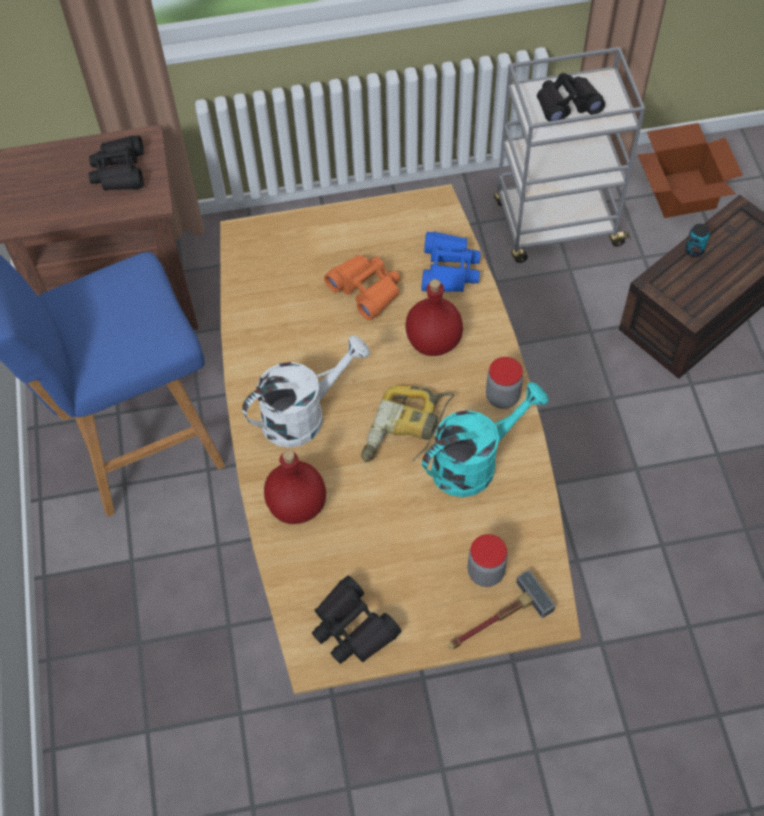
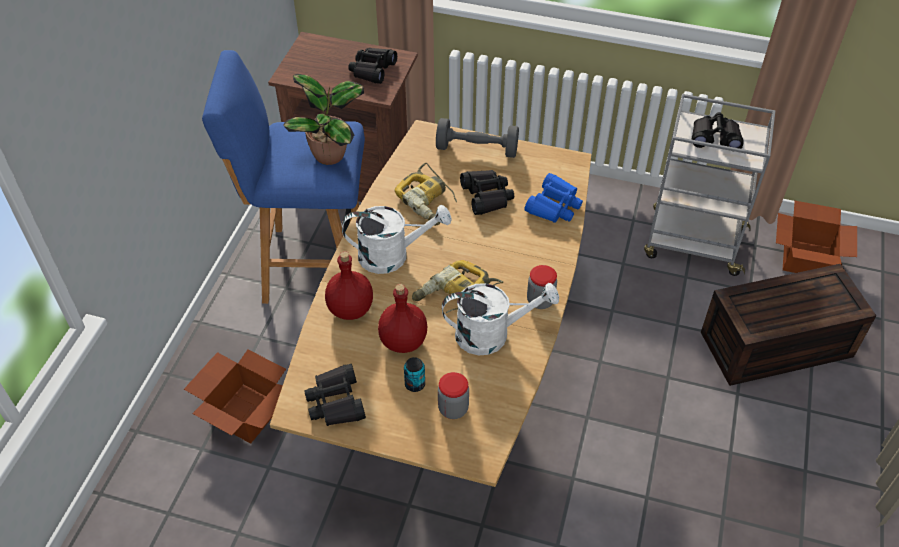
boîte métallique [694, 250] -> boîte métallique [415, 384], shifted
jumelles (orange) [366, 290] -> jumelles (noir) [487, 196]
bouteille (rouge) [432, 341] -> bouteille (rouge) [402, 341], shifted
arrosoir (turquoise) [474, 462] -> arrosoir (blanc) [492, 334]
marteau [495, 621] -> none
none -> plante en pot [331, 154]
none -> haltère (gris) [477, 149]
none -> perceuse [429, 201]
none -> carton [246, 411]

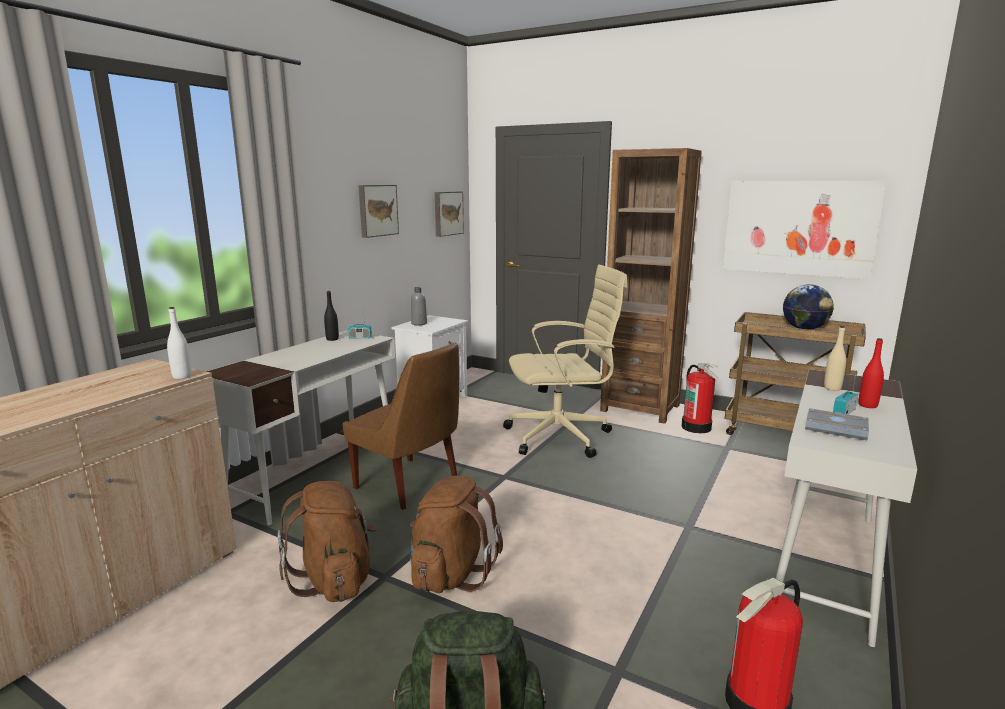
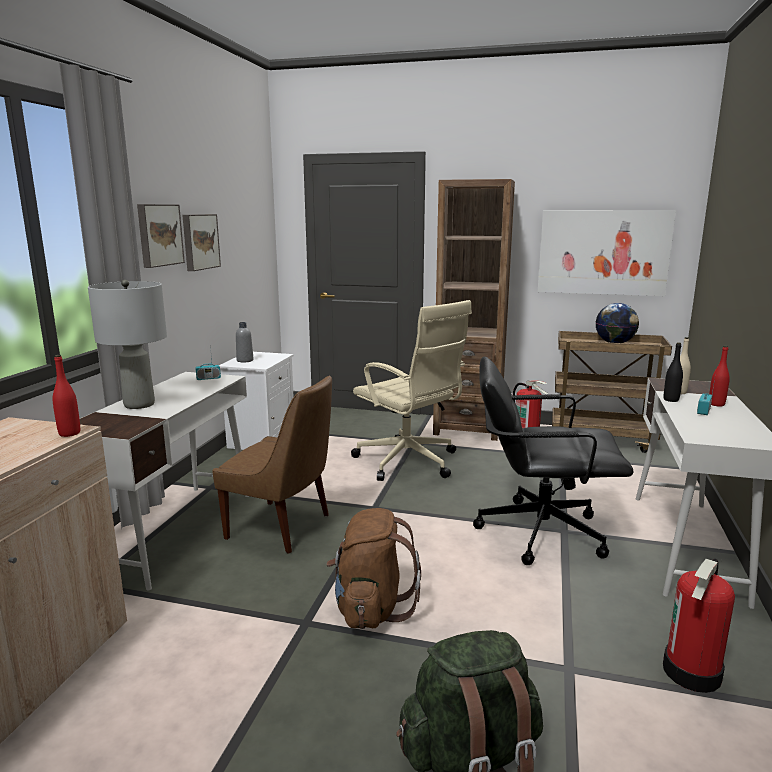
tableau [447, 213] -> tableau [158, 235], shifted
chaise de bureau (beige) [561, 436] -> chaise de bureau (beige) [409, 462], 75 degrees clockwise
bouteille (noir) [332, 339] -> bouteille (noir) [671, 400], shifted
bouteille (blanc) [182, 376] -> bouteille (rouge) [69, 433]
livre (gris) [837, 428] -> none
sac à dos (marron) [334, 580] -> none
none -> lampe de table (gris) [140, 404]
none -> chaise de bureau (noir) [539, 531]

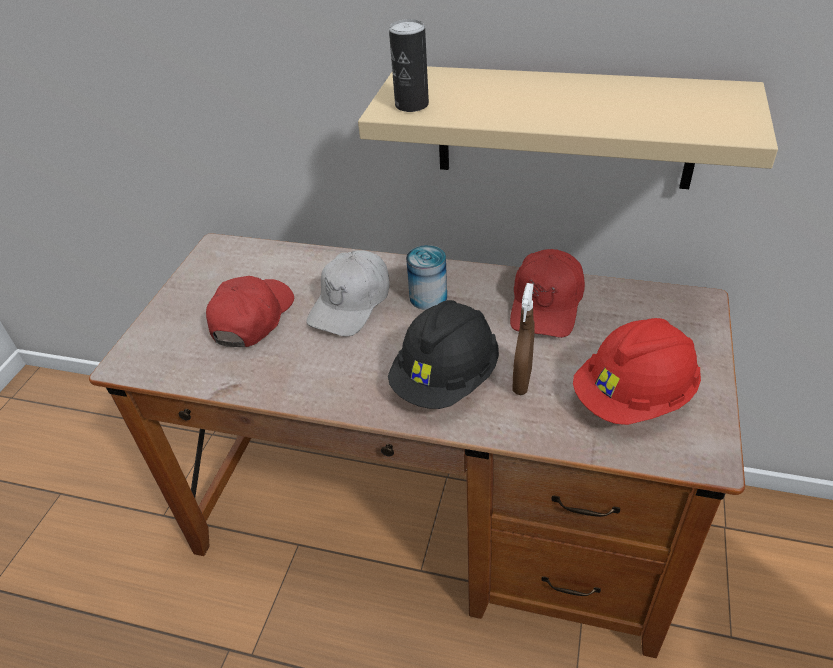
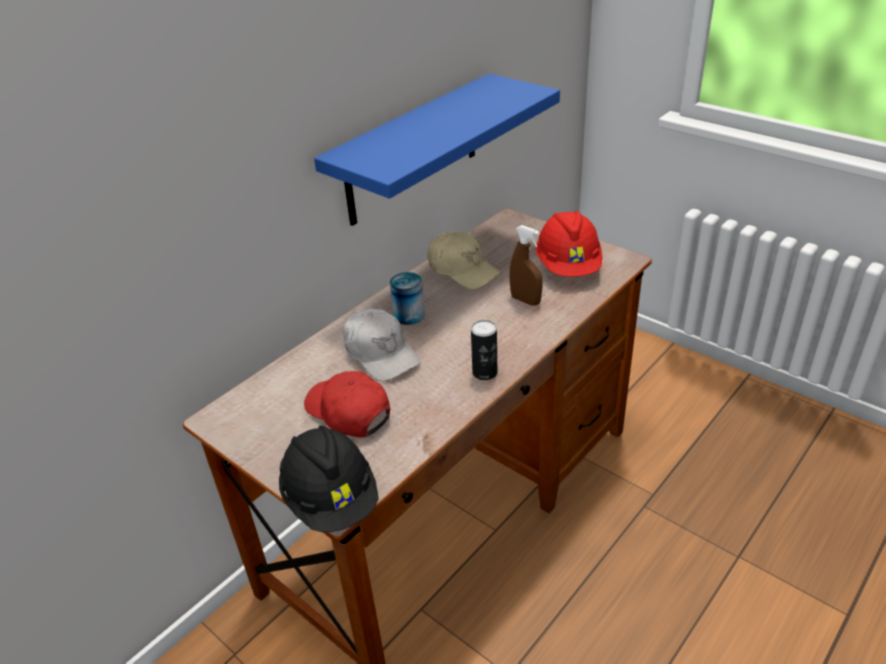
boîte métallique [412, 105] -> boîte métallique [484, 372], shifted
étagère (beige) [564, 127] -> étagère (bleu) [412, 150]
casquette (rouge) [546, 304] -> casquette (beige) [462, 270]
casque de chantier (noir) [446, 379] -> casque de chantier (noir) [331, 499], shifted

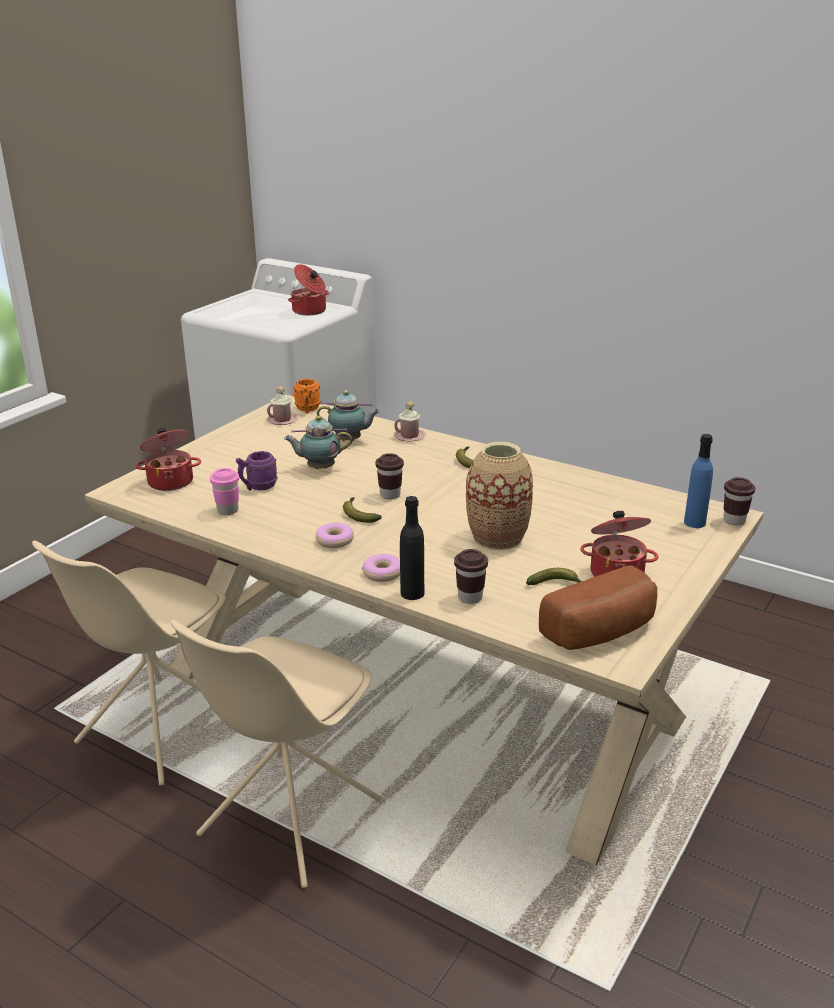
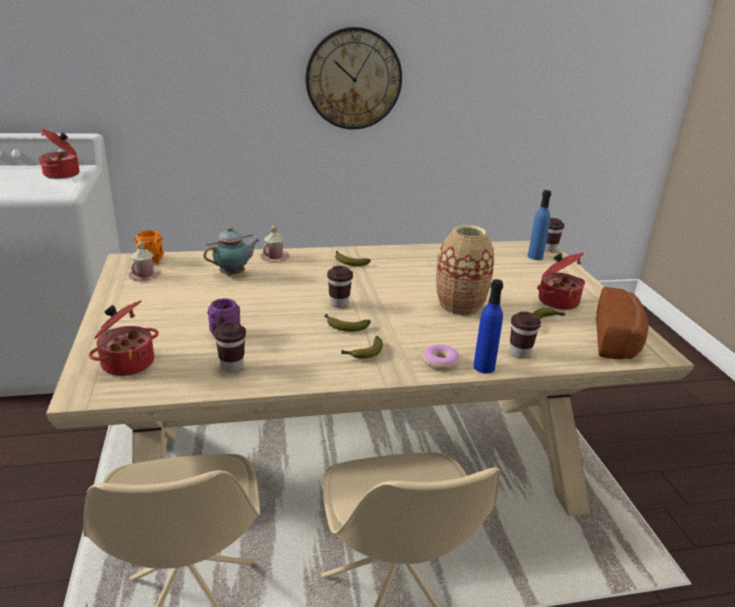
théière [319, 468] -> none
tasse (rose) [228, 510] -> tasse (marron) [232, 366]
bouteille (noir) [412, 593] -> bouteille (bleu) [484, 367]
beignet [334, 541] -> banane [363, 353]
none -> horloge murale [353, 79]

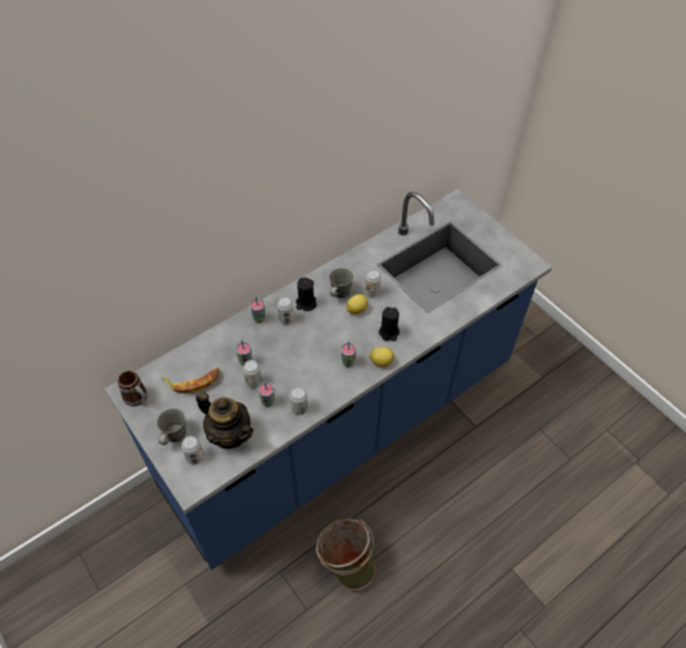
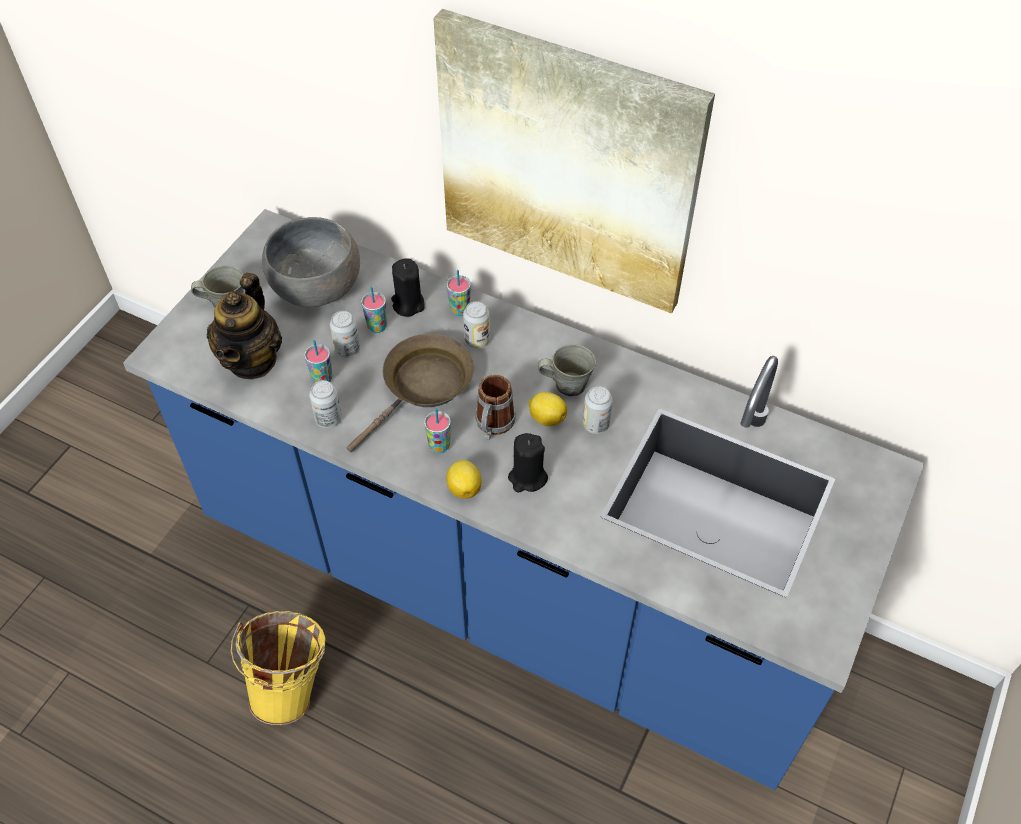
bougie (noir) [306, 303] -> bougie (noir) [408, 304], shifted
banane [193, 381] -> bol (gris) [317, 287]
mug [138, 399] -> mug [493, 426], shifted
boîte métallique [195, 457] -> none
seau (vert) [346, 564] -> seau (jaune) [292, 686]
none -> tableau [567, 165]
none -> poêle (marron) [423, 386]

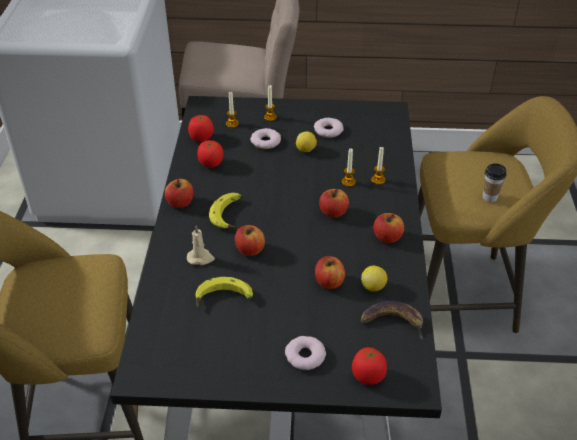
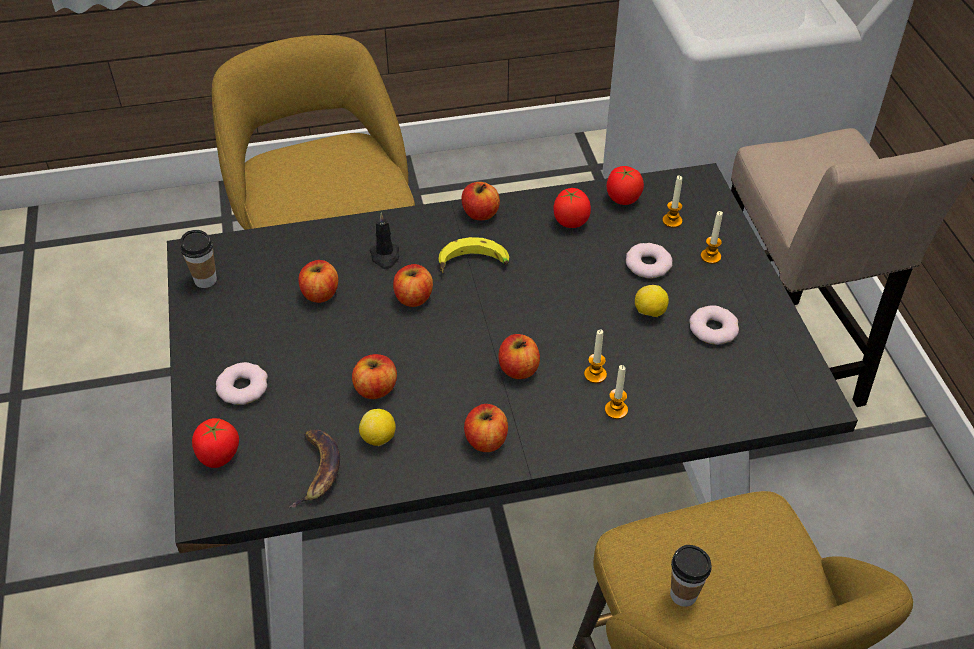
bougie (beige) [201, 258] -> bougie (noir) [385, 257]
banane [224, 299] -> pomme [320, 294]
none -> tasse [205, 280]

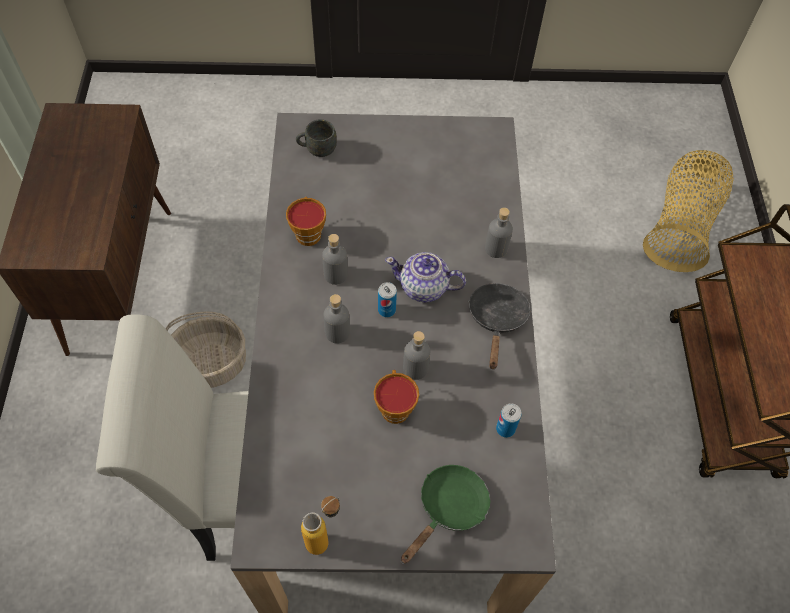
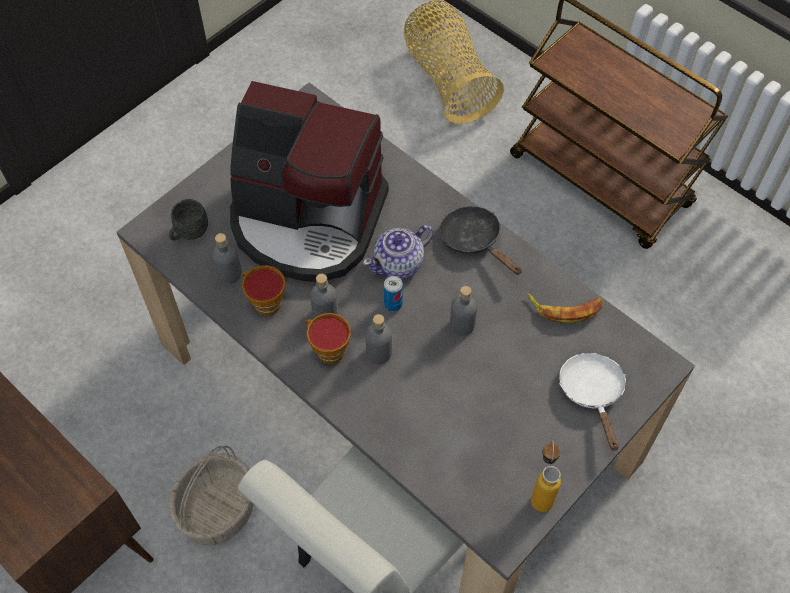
bouteille (gris) [496, 248] -> bouteille (gris) [229, 273], shifted
tasse [394, 407] -> tasse [327, 349], shifted
boîte métallique [505, 429] -> banane [565, 308]
poêle (vert) [449, 508] -> poêle (blanc) [592, 393]
none -> machine à café [307, 220]

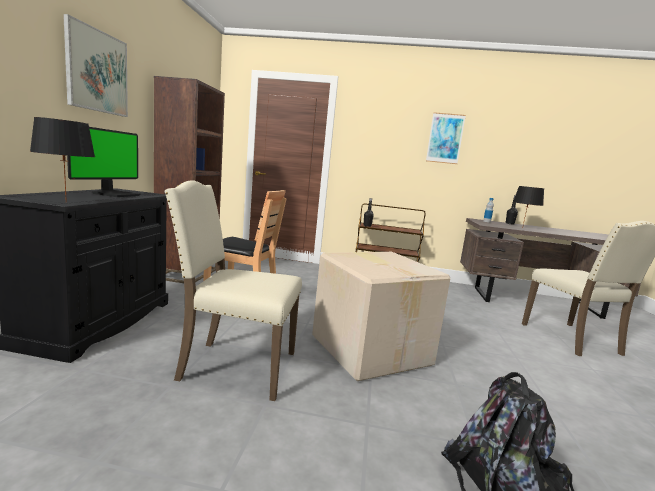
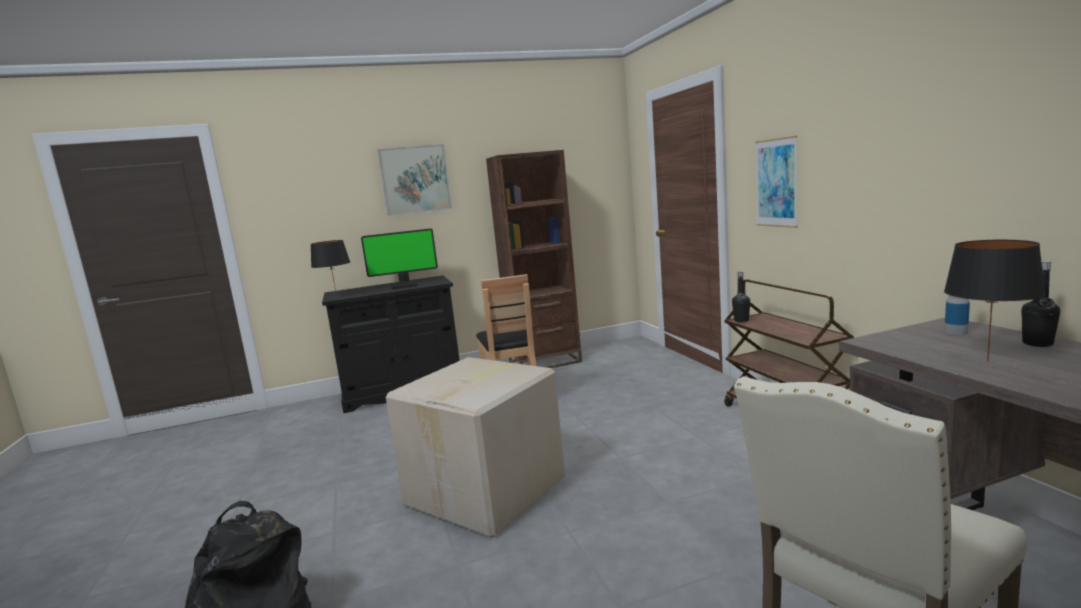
tableau [445, 138] -> tableau [776, 183], shifted
chaise (beige) [235, 366] -> none

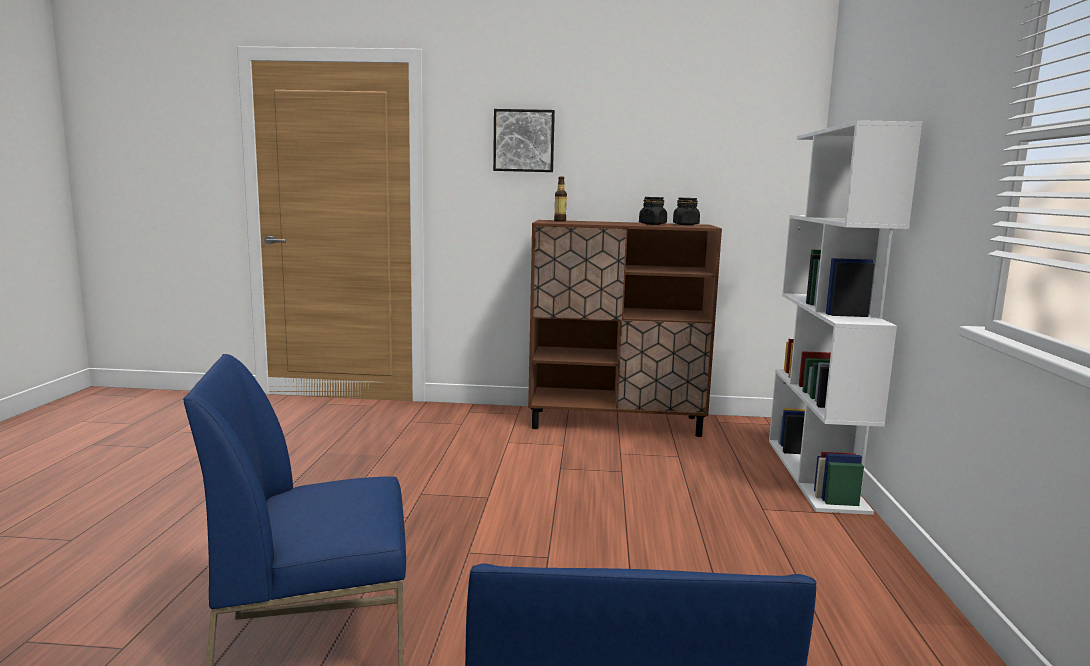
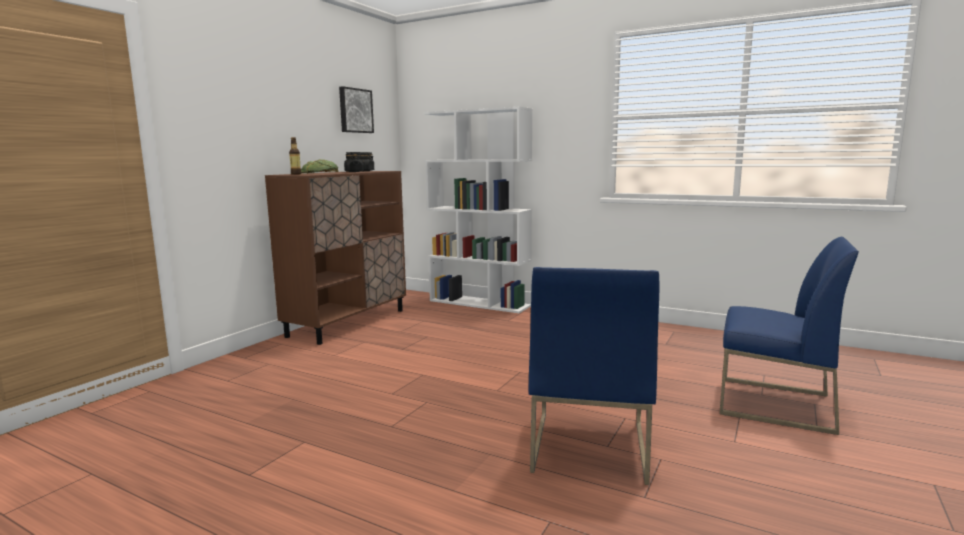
tableau [524, 141] -> tableau [355, 110], shifted
none -> pain [319, 173]

